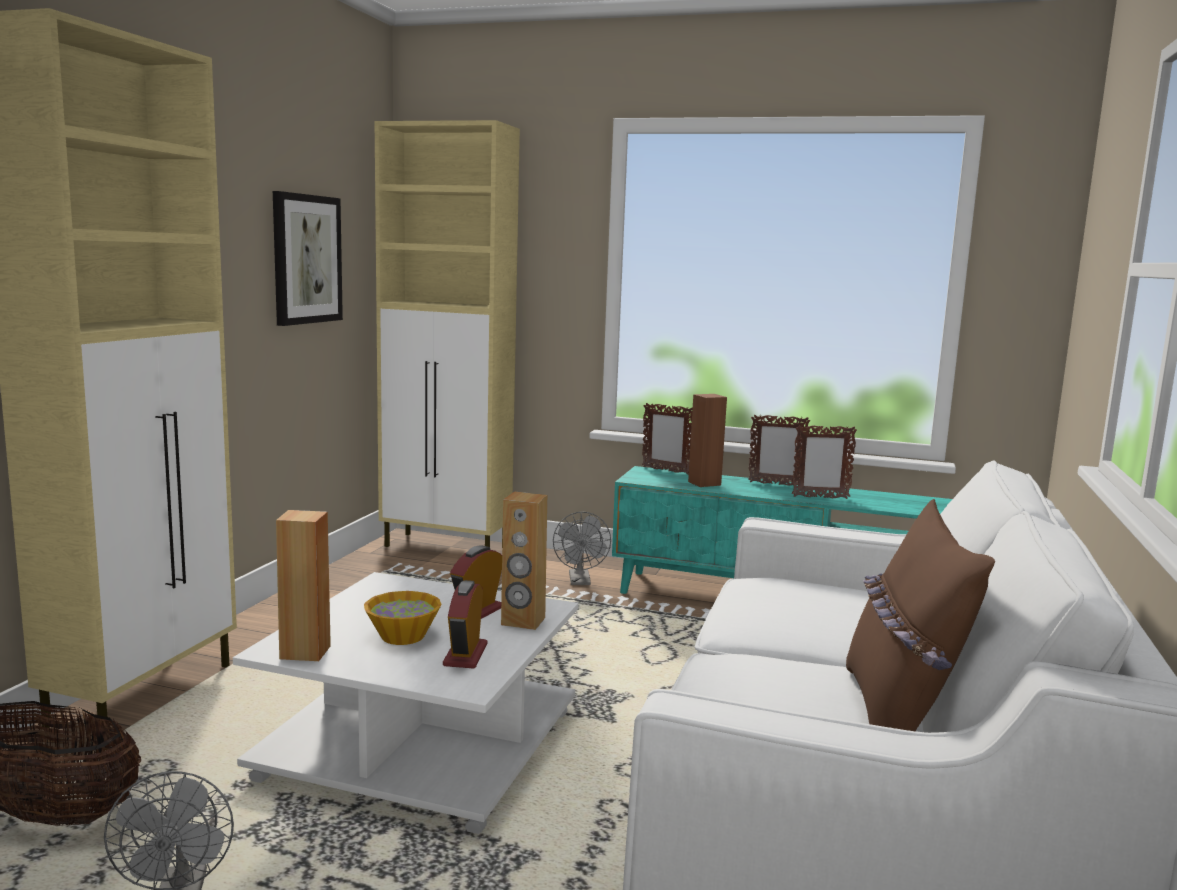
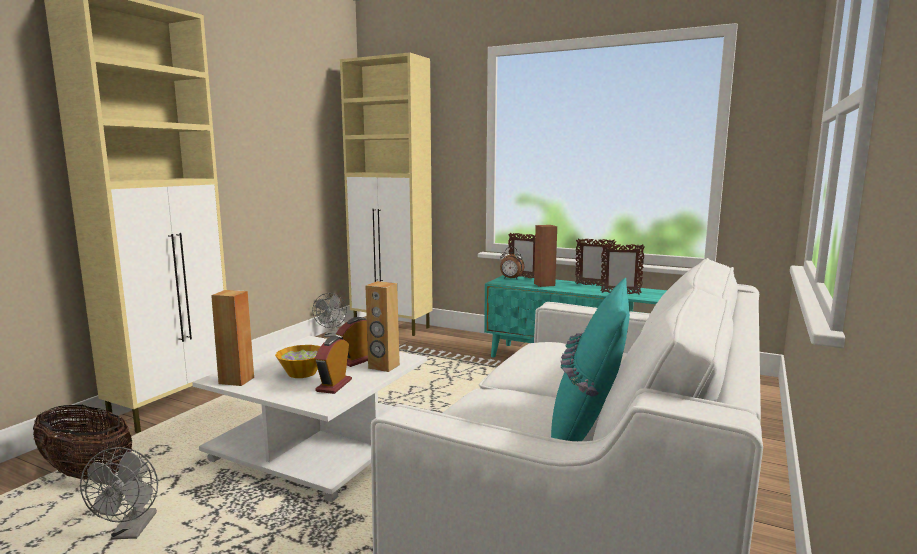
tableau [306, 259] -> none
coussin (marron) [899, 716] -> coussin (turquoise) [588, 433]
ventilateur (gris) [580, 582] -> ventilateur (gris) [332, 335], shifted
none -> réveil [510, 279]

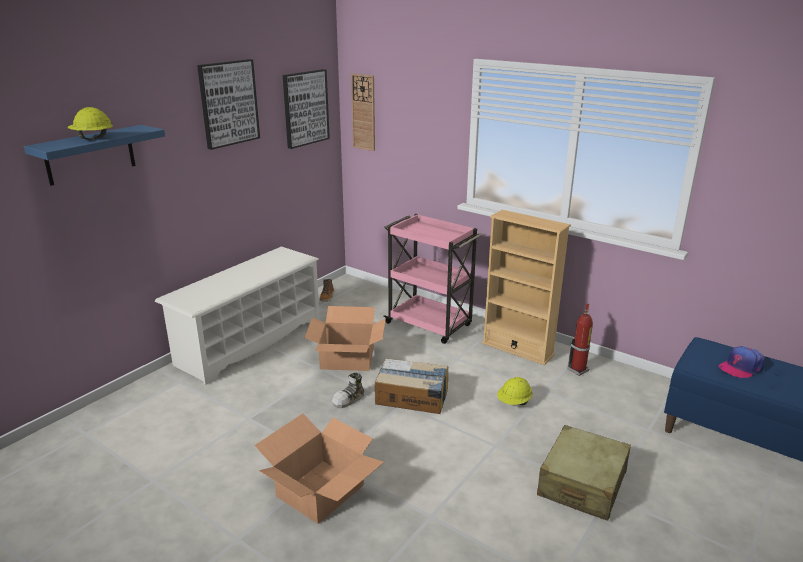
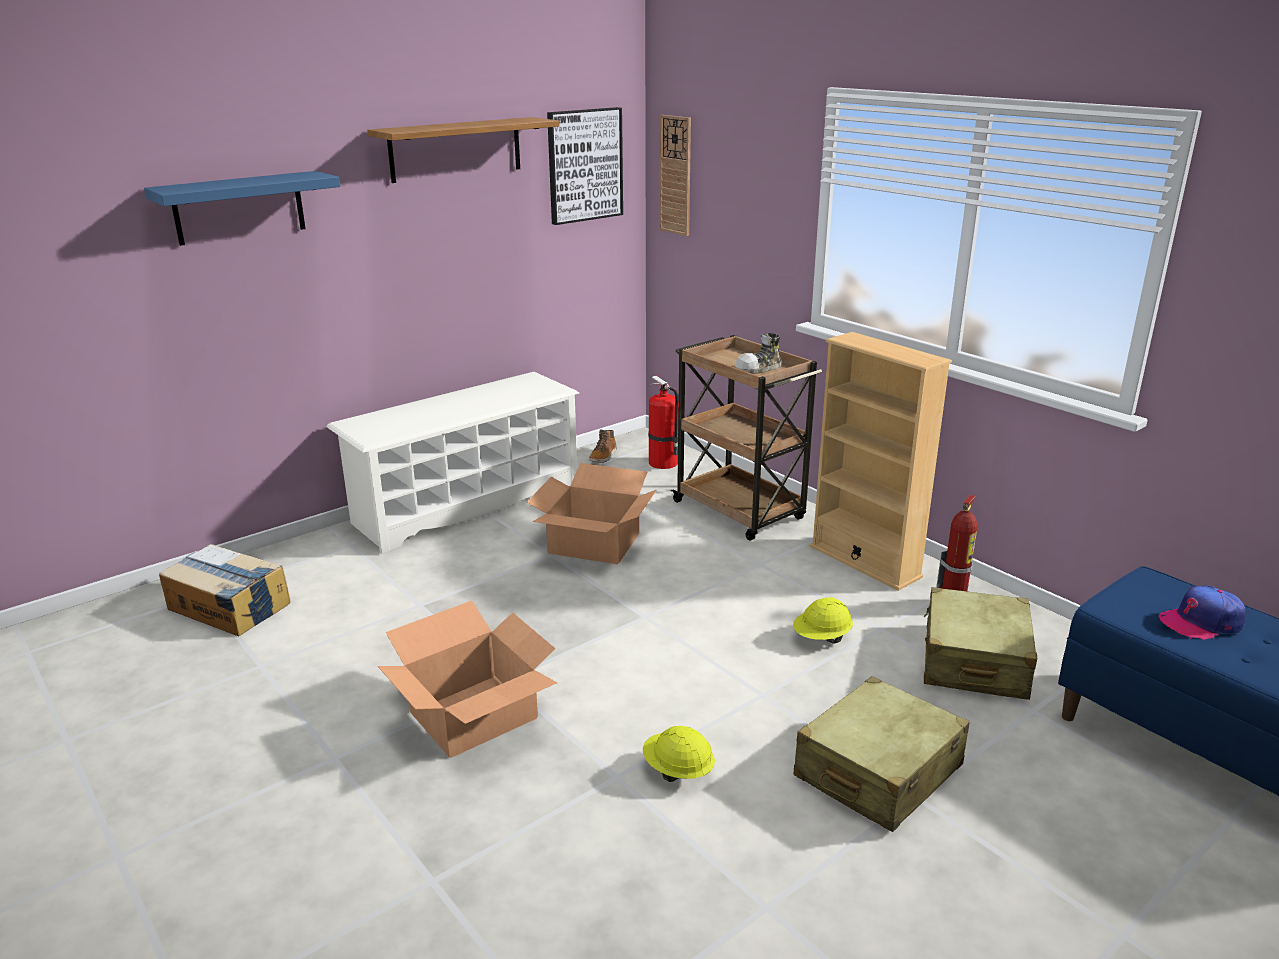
tableau [228, 103] -> étagère [456, 149]
casque de chantier (jaune) [92, 138] -> casque de chantier (jaune) [677, 771], shifted
chariot (rose) [430, 325] -> chariot (marron) [740, 511]
carton [412, 397] -> carton [229, 607], shifted
chaussure [349, 399] -> chaussure [759, 368], shifted
none -> extincteur [664, 463]
none -> valise (beige) [974, 662]

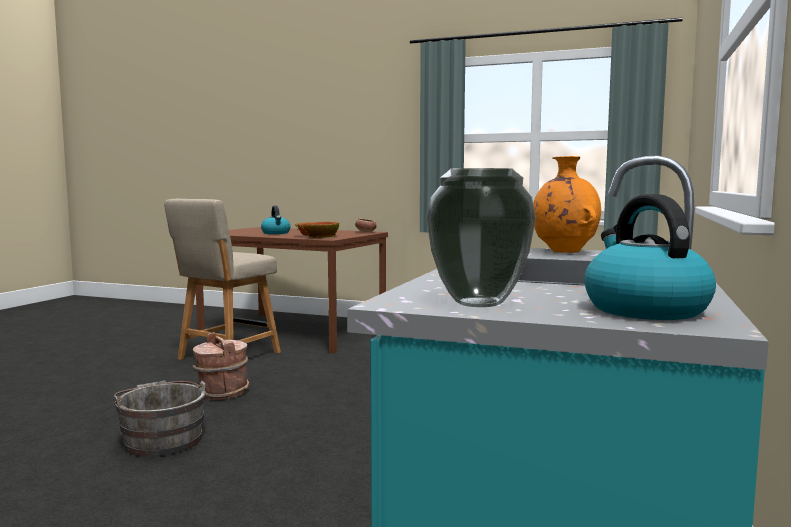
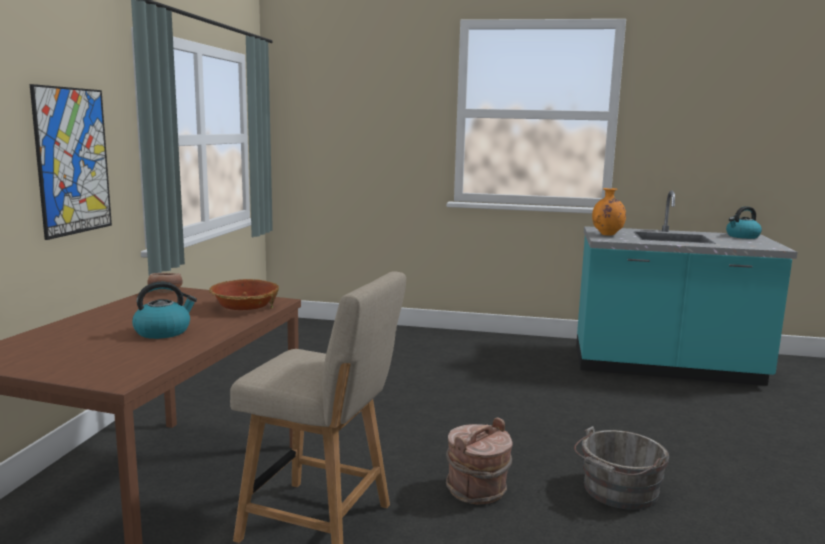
vase [477, 303] -> none
none -> tableau [73, 161]

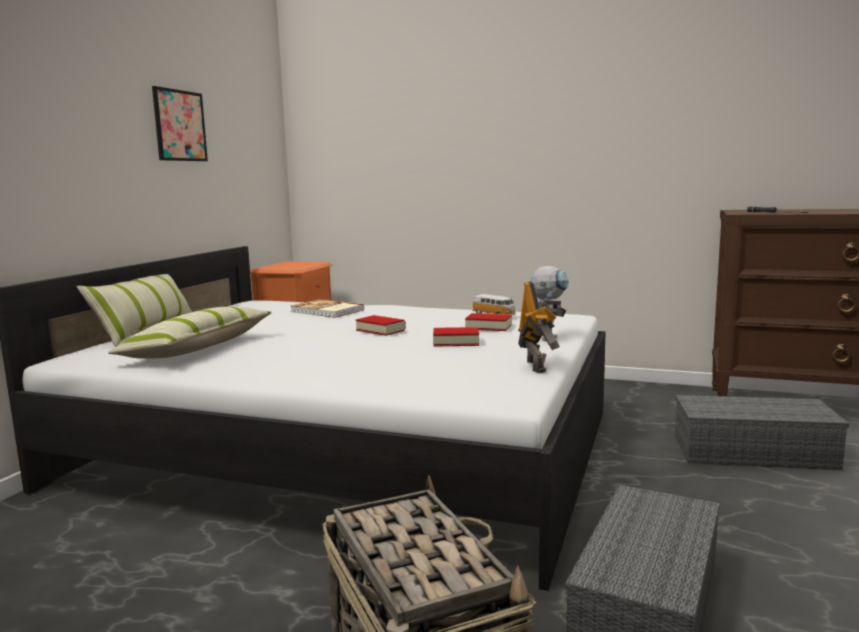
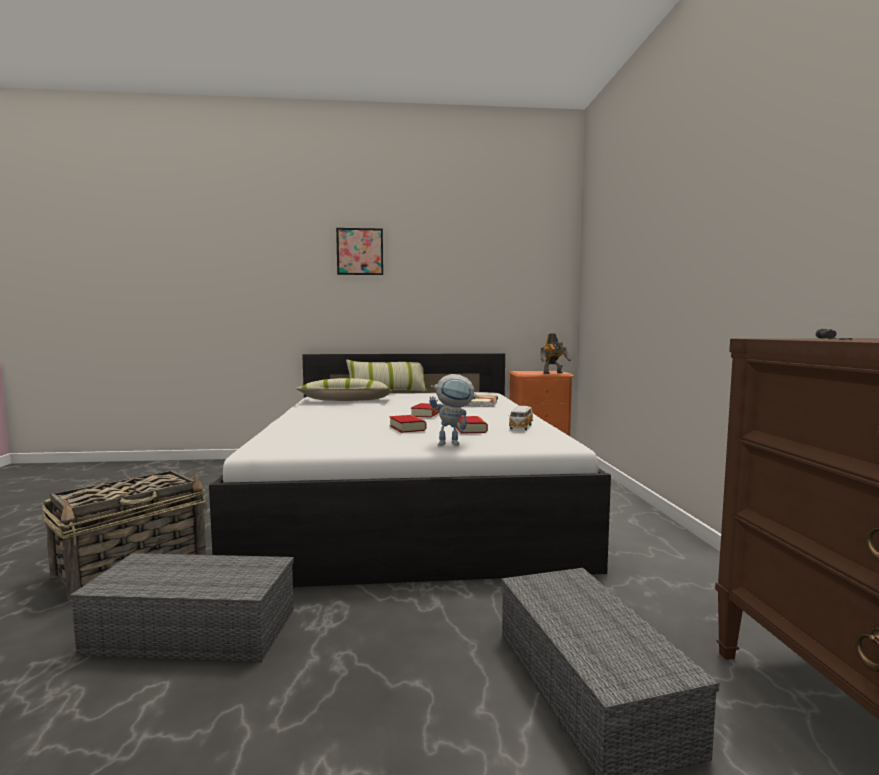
tableau [180, 125] -> tableau [360, 251], shifted
robot jouet [538, 366] -> robot jouet [554, 373], shifted

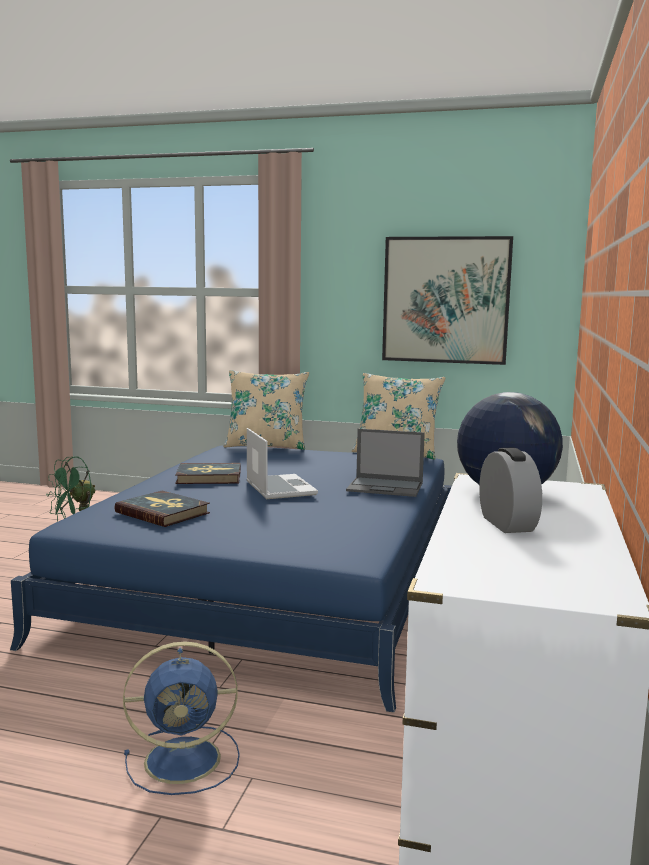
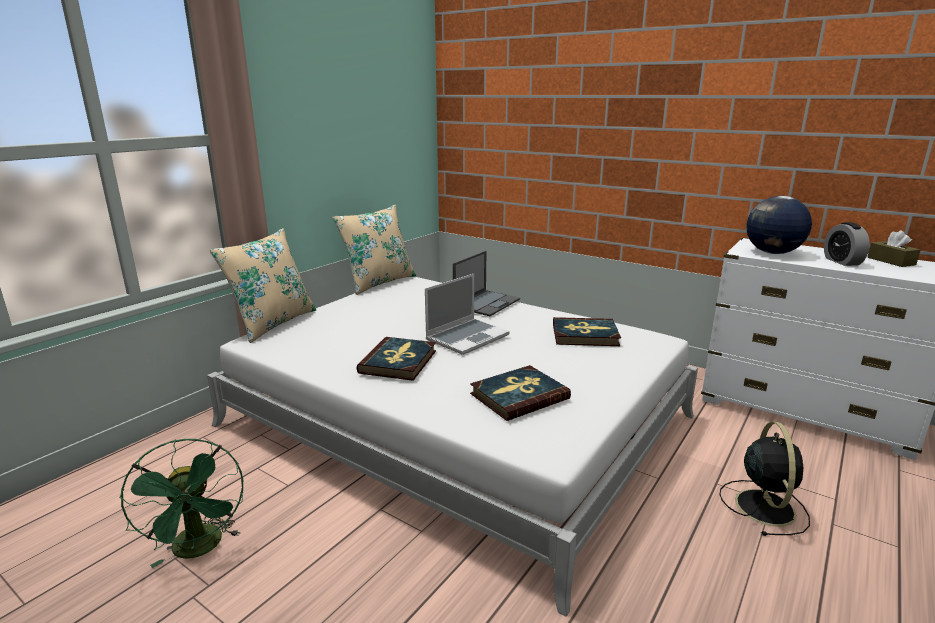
tableau [445, 300] -> none
ordinateur portable [279, 488] -> ordinateur portable [467, 337], 135 degrees clockwise
lit (bleu) [276, 579] -> lit (blanc) [456, 421]
réveil [507, 524] -> réveil [842, 261], 105 degrees counterclockwise
ventilateur (bleu) [186, 759] -> ventilateur (noir) [764, 505]
none -> boîte à mouchoirs (marron) [891, 261]
none -> livre [585, 335]

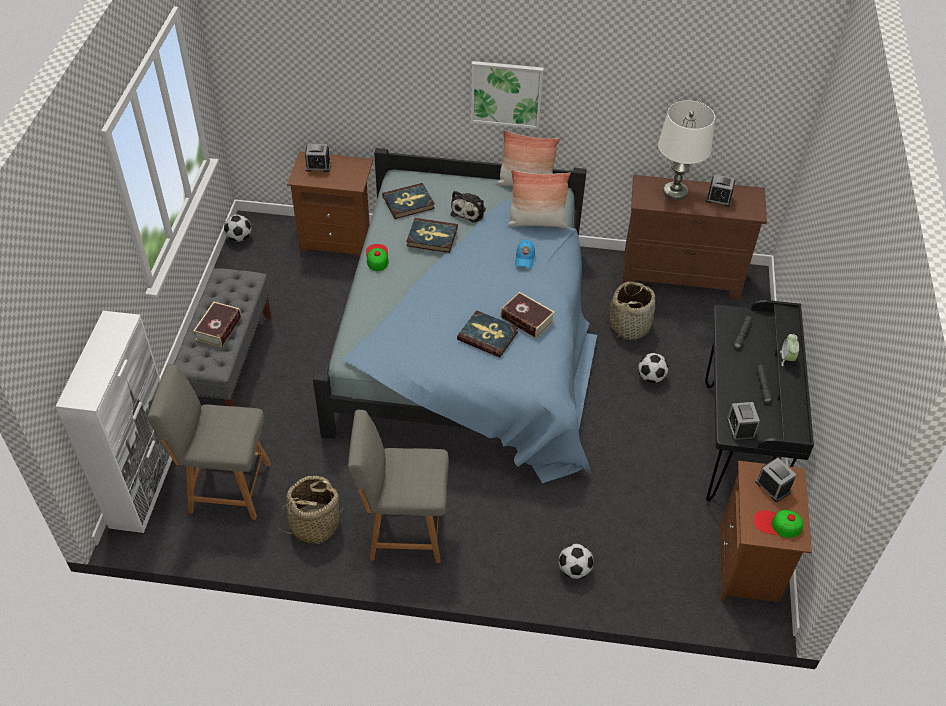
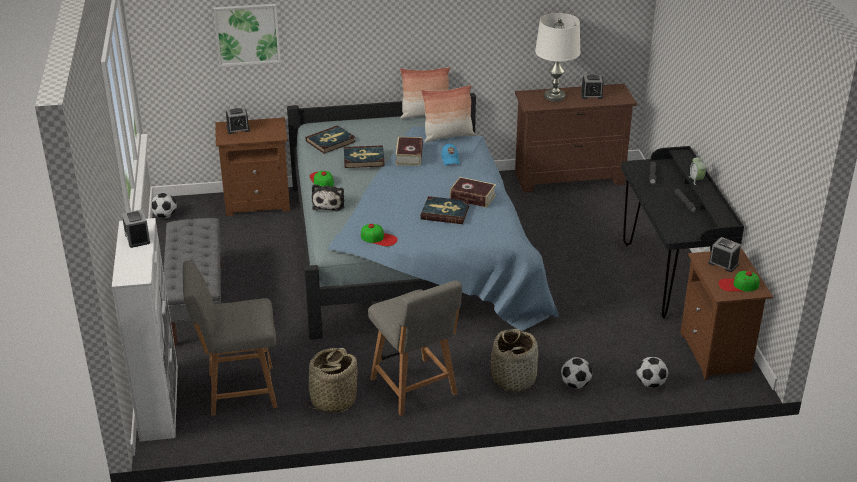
tableau [506, 94] -> tableau [247, 34], shifted
peluche [469, 211] -> peluche [329, 204], shifted
panier [629, 326] -> panier [514, 378], shifted
livre [218, 328] -> livre [409, 156], shifted
ballon de foot [651, 377] -> ballon de foot [650, 384], shifted
réveil [740, 428] -> réveil [137, 238], shifted
chaise (gris) [403, 530] -> chaise (gris) [415, 388], 105 degrees counterclockwise
none -> casquette [379, 238]

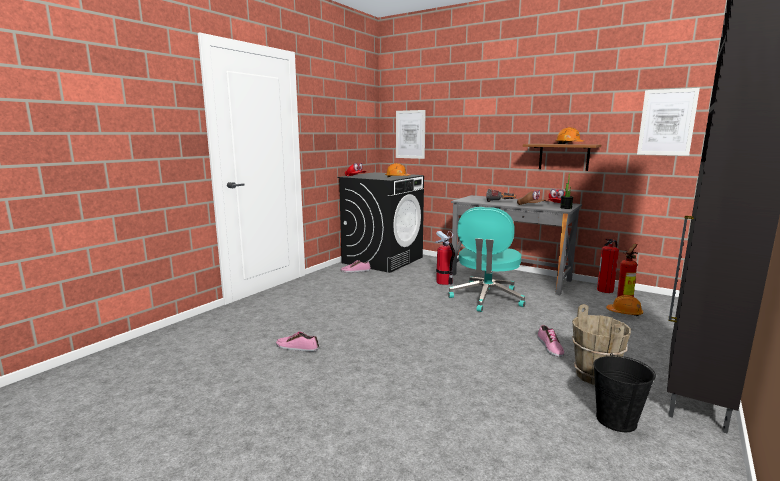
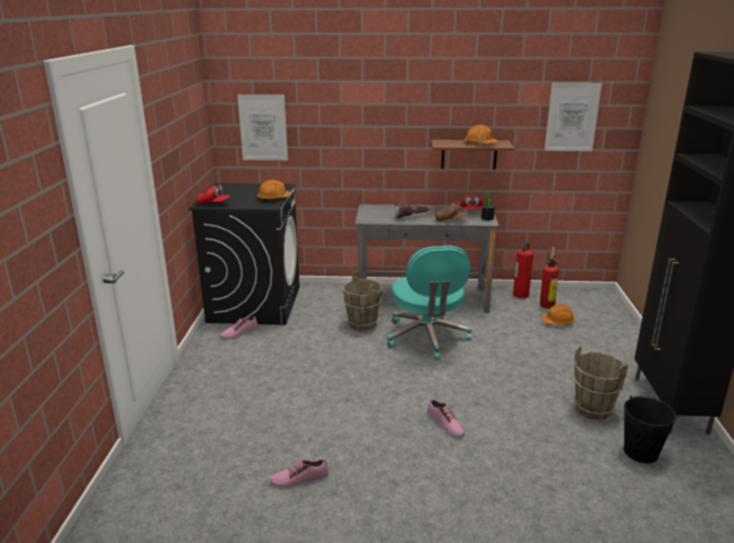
extincteur [444, 282] -> seau (marron) [362, 324]
chaussure [549, 347] -> chaussure [445, 424], shifted

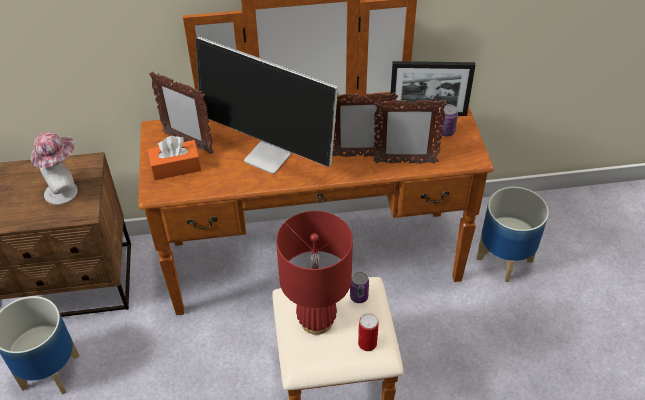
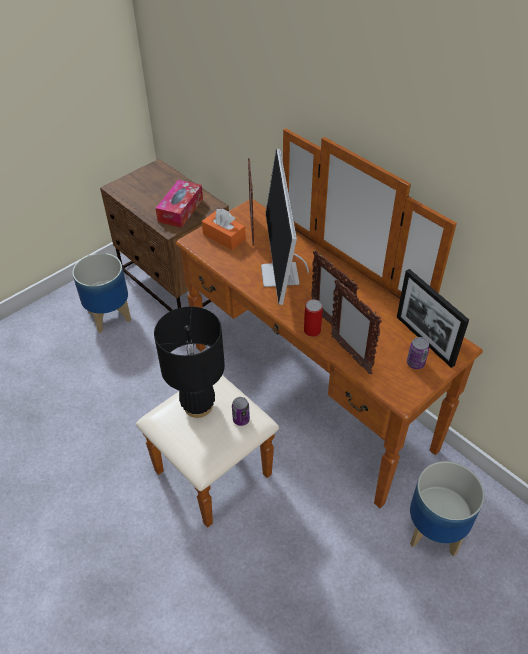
chapeau [65, 190] -> boîte à mouchoirs [180, 210]
lampe de table (rouge) [317, 321] -> lampe de table (noir) [198, 406]
boîte métallique [367, 343] -> boîte métallique [312, 330], shifted

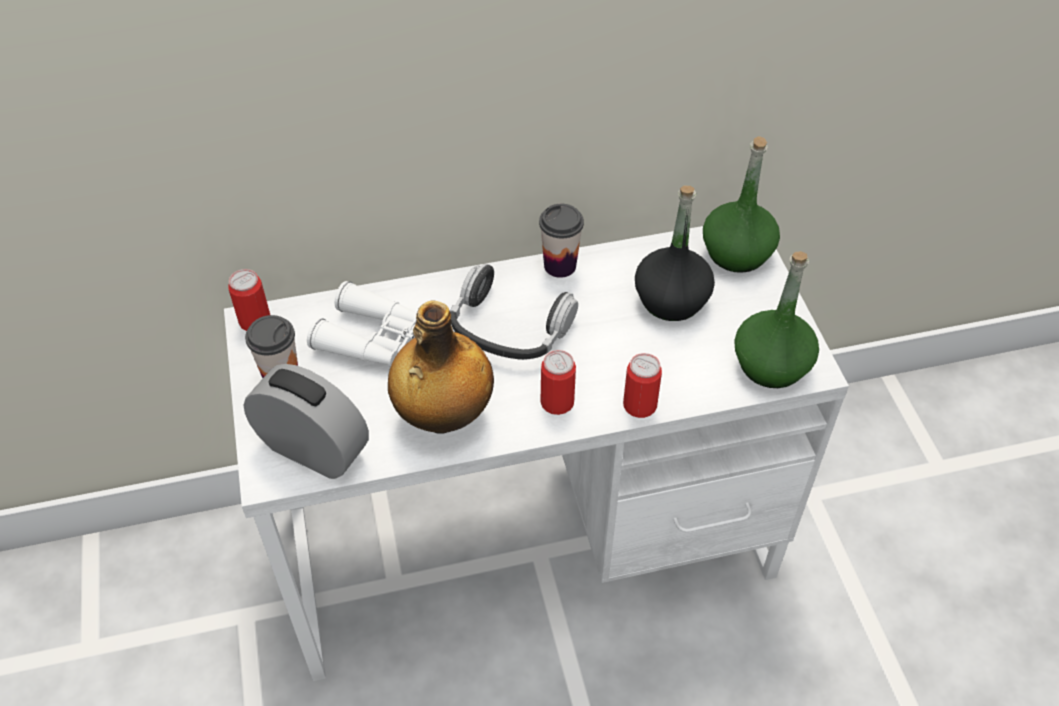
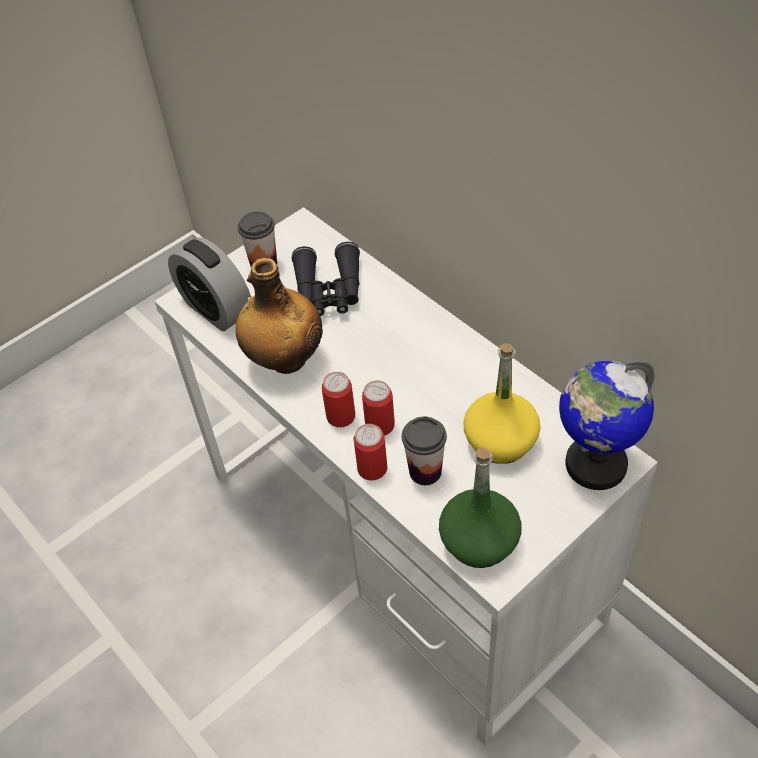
bouteille (vert) [737, 253] -> globe [595, 464]
bouteille (noir) [671, 300] -> bouteille (jaune) [500, 441]
tasse [560, 265] -> tasse [425, 471], shifted
casque audio [509, 328] -> none
boîte métallique [255, 321] -> boîte métallique [380, 425], shifted
jumelles (blanc) [375, 339] -> jumelles (noir) [329, 290]
réveil [313, 449] -> réveil [216, 309], 135 degrees clockwise

